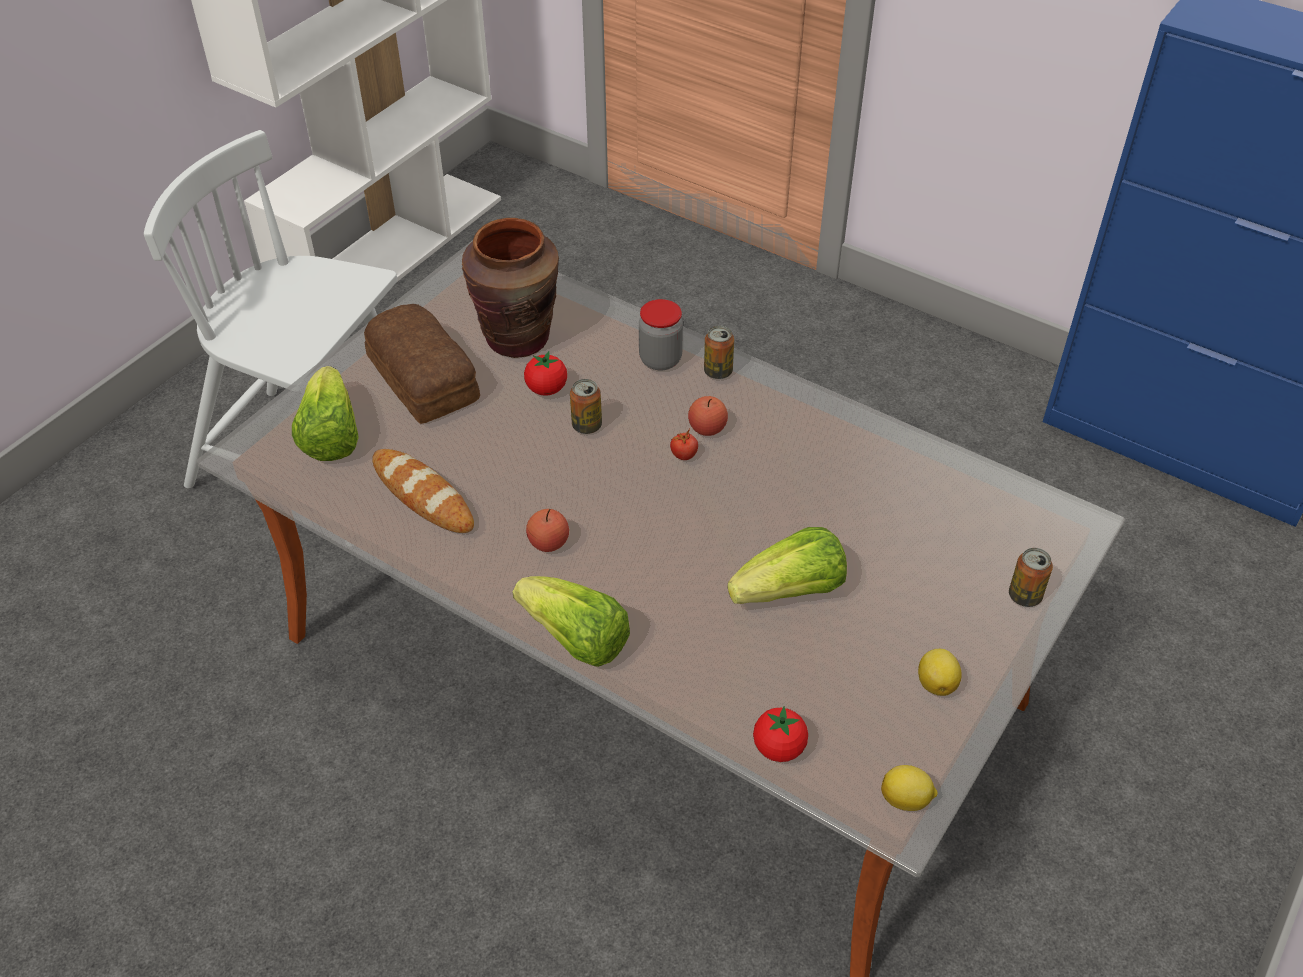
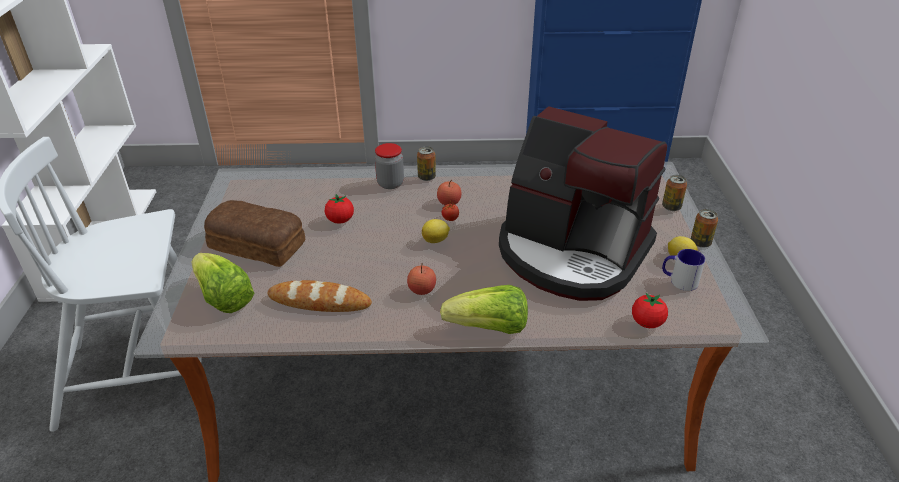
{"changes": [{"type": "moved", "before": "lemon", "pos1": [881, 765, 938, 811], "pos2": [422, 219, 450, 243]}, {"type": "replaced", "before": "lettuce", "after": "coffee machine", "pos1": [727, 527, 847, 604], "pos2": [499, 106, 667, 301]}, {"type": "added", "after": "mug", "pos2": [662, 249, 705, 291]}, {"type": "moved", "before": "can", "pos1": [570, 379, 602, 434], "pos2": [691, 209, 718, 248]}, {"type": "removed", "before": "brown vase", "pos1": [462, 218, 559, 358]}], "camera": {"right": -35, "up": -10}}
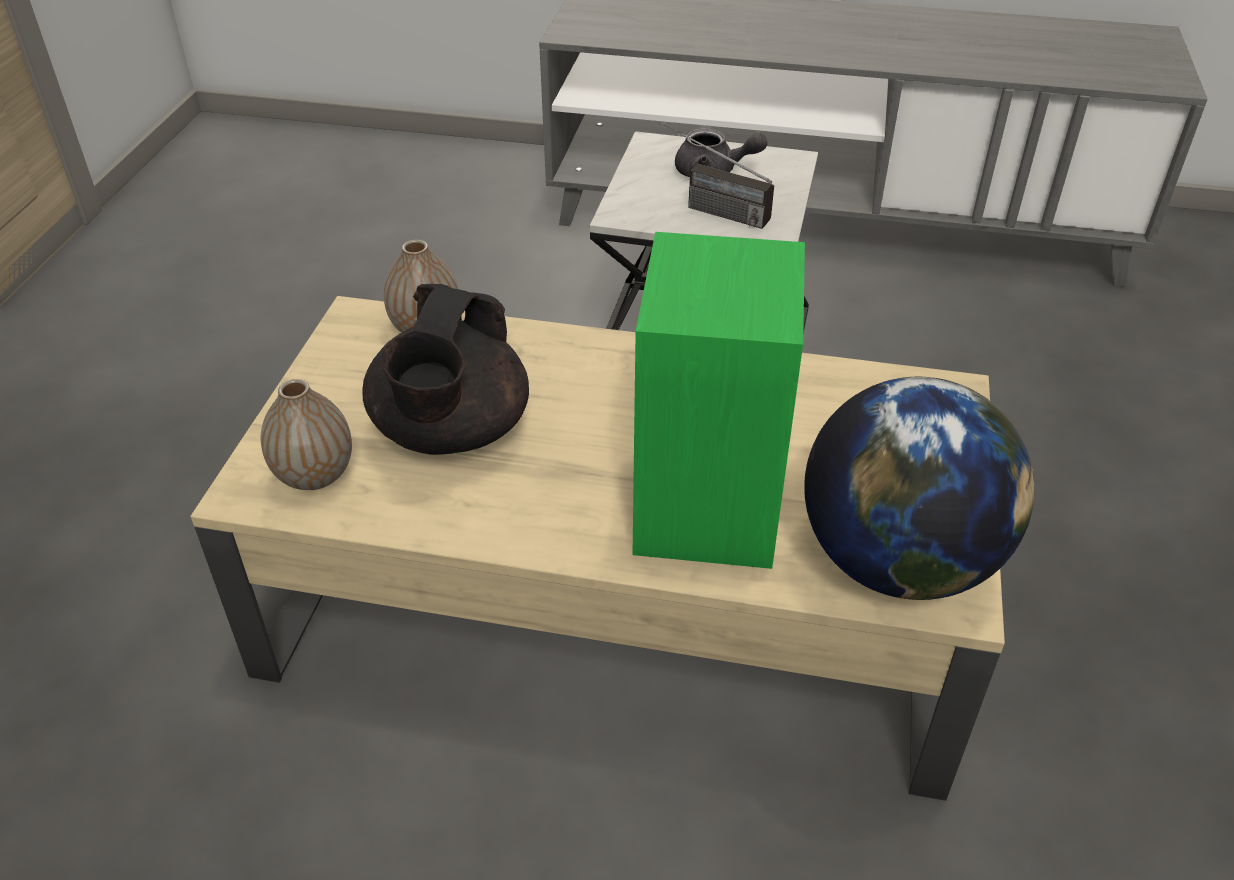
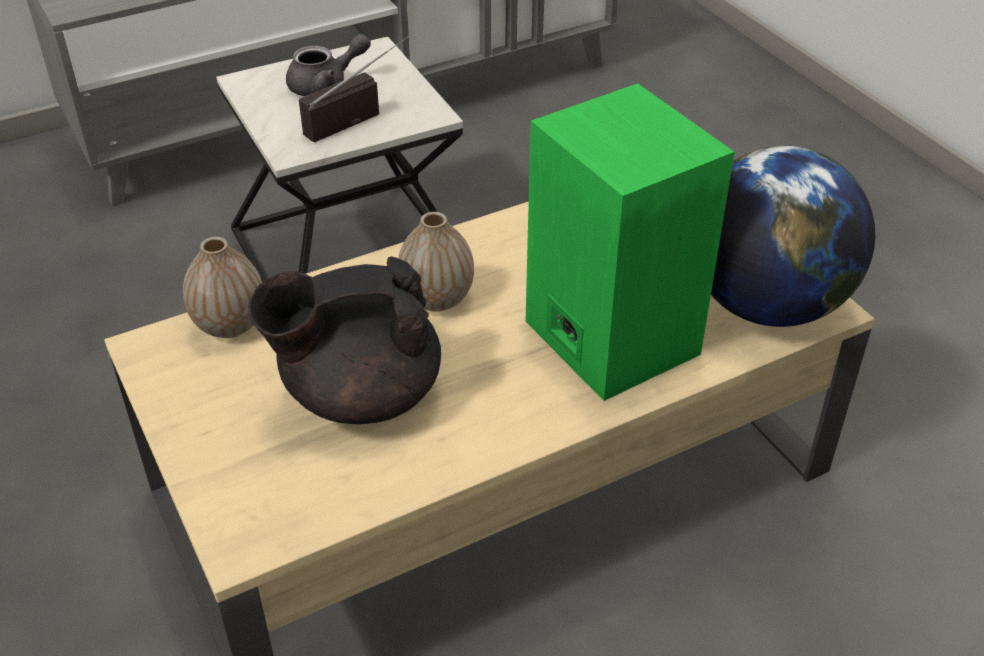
{"changes": [{"type": "turned", "before": "black teapot", "pos1": [362, 284, 529, 455], "pos2": [248, 256, 441, 424], "turn": 105}, {"type": "turned", "before": "radio", "pos1": [659, 121, 774, 229], "pos2": [299, 36, 409, 143], "turn": 150}, {"type": "moved", "before": "vase", "pos1": [261, 379, 352, 490], "pos2": [398, 212, 474, 312]}], "camera": {"right": -40, "up": 0}}
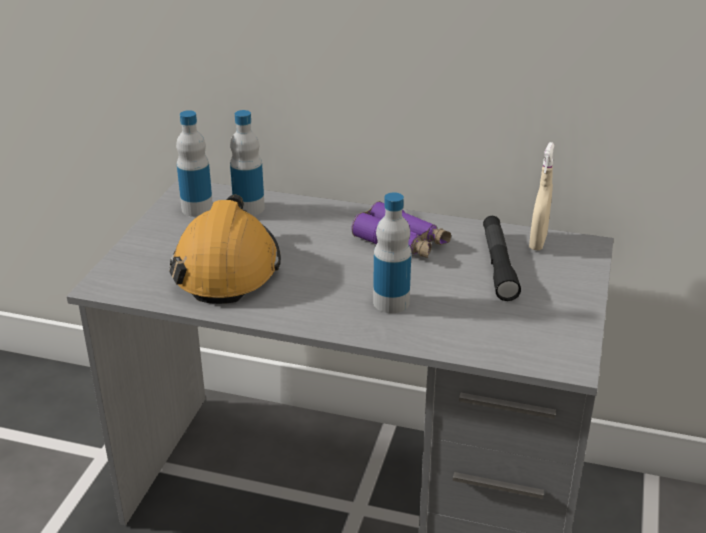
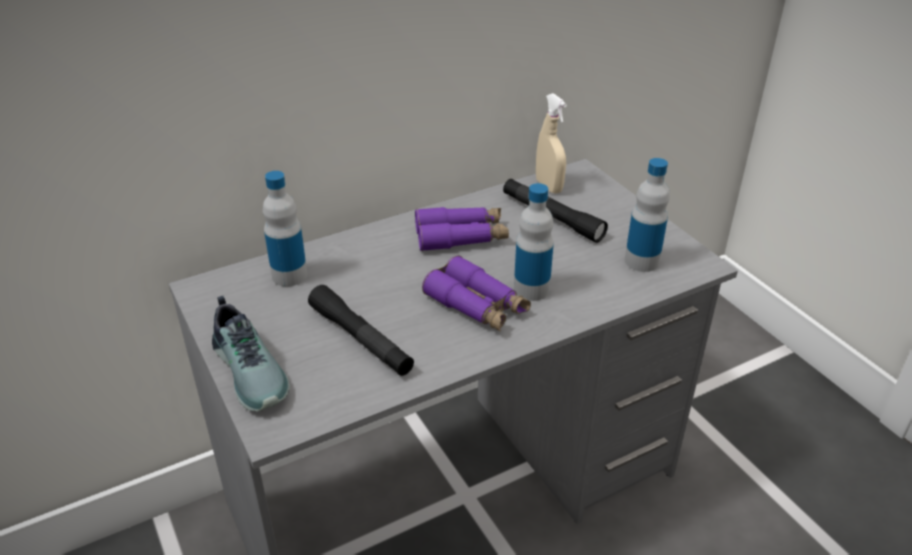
{"changes": [{"type": "added", "after": "shoe", "pos2": [212, 296, 290, 412]}, {"type": "replaced", "before": "orange hard hat", "after": "black flashlight", "pos1": [169, 195, 281, 304], "pos2": [308, 285, 414, 376]}, {"type": "added", "after": "purple binoculars", "pos2": [422, 255, 531, 332]}, {"type": "moved", "before": "bottle", "pos1": [176, 110, 213, 217], "pos2": [625, 158, 670, 272]}], "camera": {"right": -45, "up": 5}}
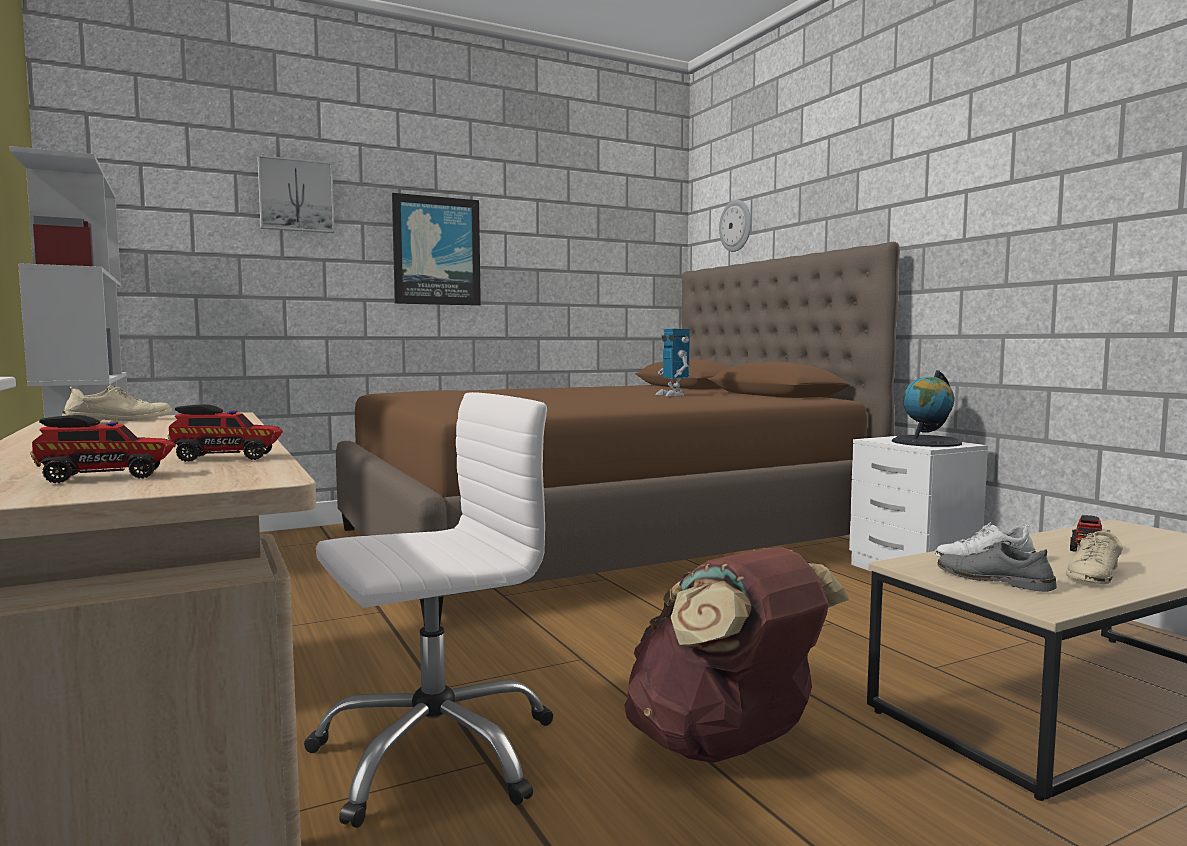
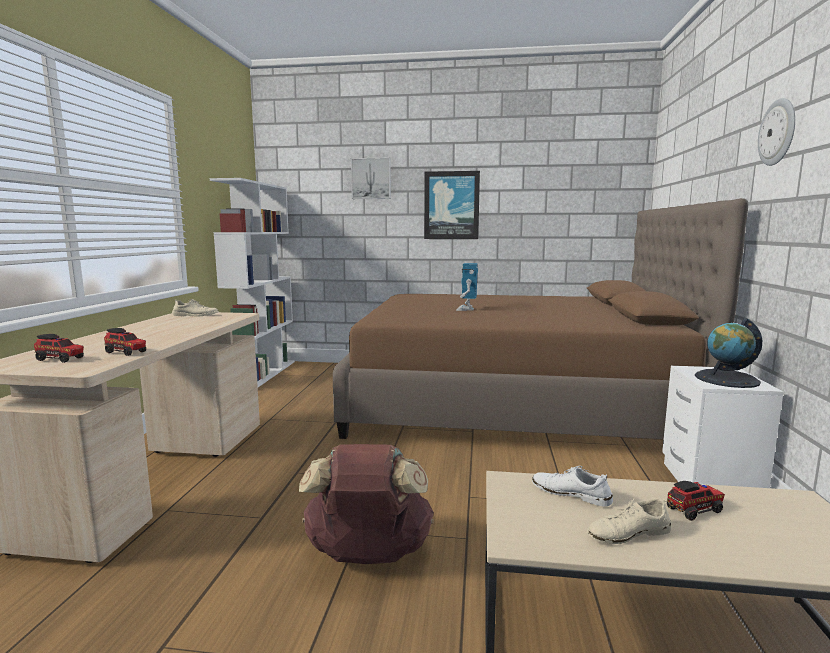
{"changes": [{"type": "moved", "before": "toy robot", "pos1": [655, 329, 690, 396], "pos2": [456, 263, 478, 311]}, {"type": "moved", "before": "wall clock", "pos1": [719, 200, 751, 252], "pos2": [758, 98, 795, 166]}, {"type": "removed", "before": "white office chair", "pos1": [304, 392, 554, 828]}, {"type": "removed", "before": "grey shoe", "pos1": [937, 541, 1057, 592]}], "camera": {"right": 35, "up": 5}}
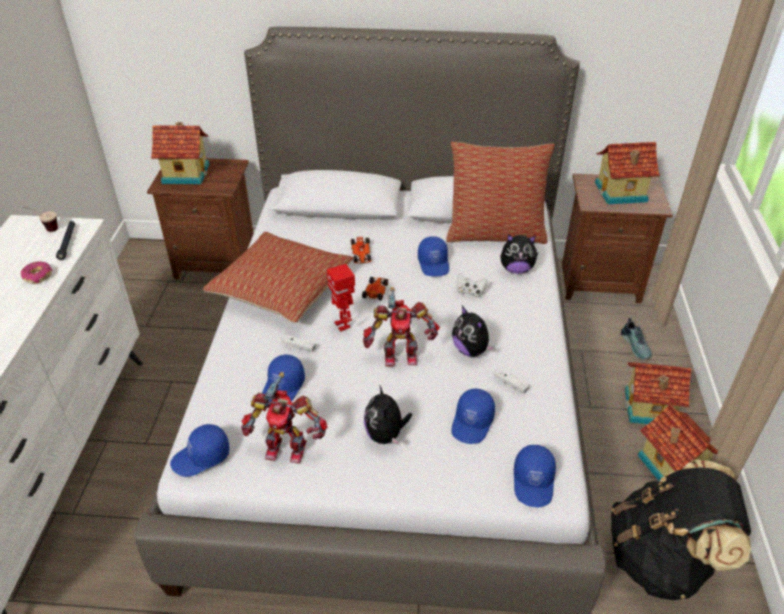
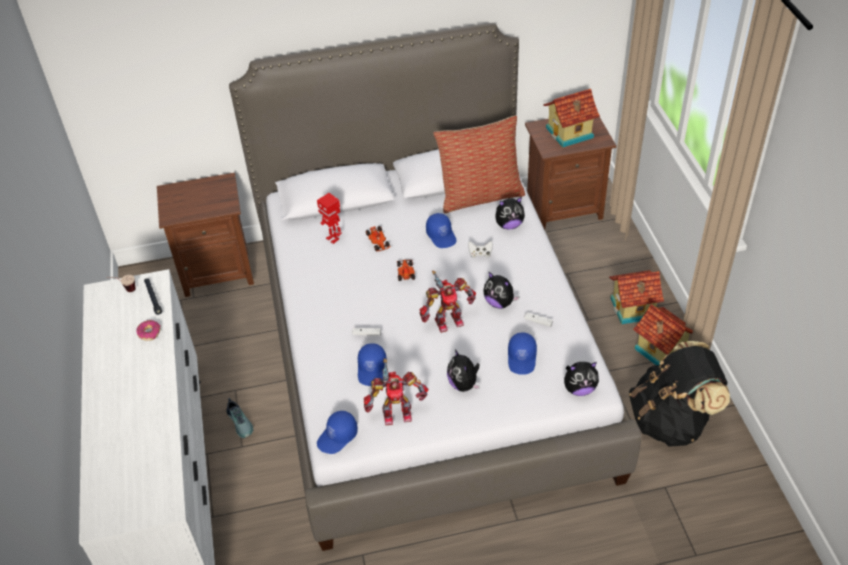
{"changes": [{"type": "moved", "before": "shoe", "pos1": [621, 318, 652, 359], "pos2": [227, 398, 253, 438]}, {"type": "moved", "before": "toy robot", "pos1": [327, 264, 355, 332], "pos2": [317, 193, 342, 244]}, {"type": "replaced", "before": "blue cap", "after": "plush toy", "pos1": [514, 445, 556, 507], "pos2": [564, 362, 599, 396]}, {"type": "removed", "before": "toy house", "pos1": [151, 122, 209, 184]}, {"type": "removed", "before": "pillow", "pos1": [202, 232, 353, 323]}], "camera": {"right": -15, "up": 5}}
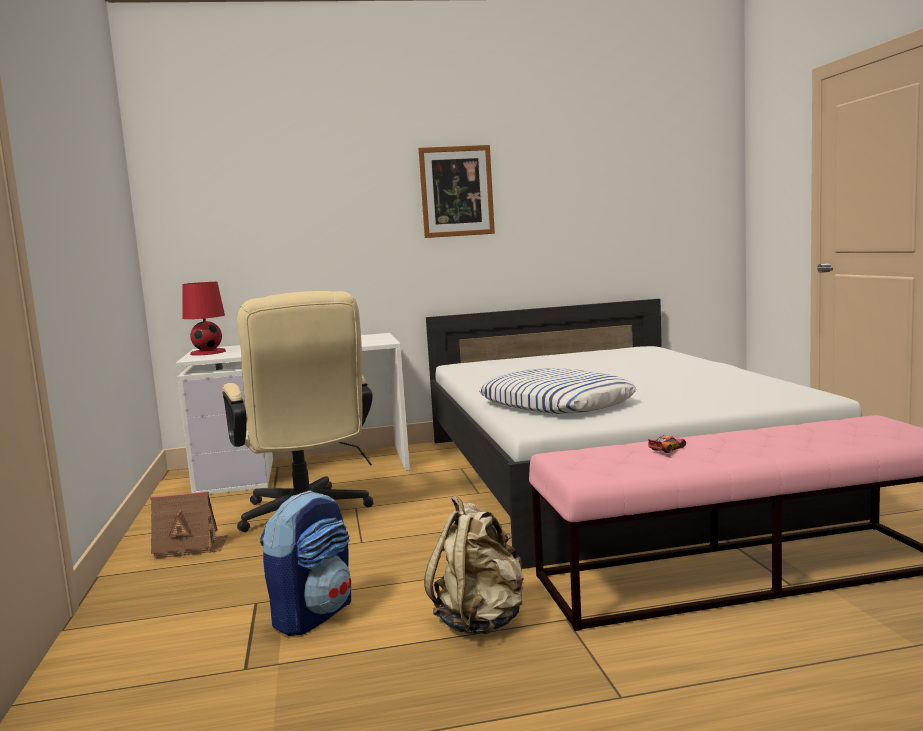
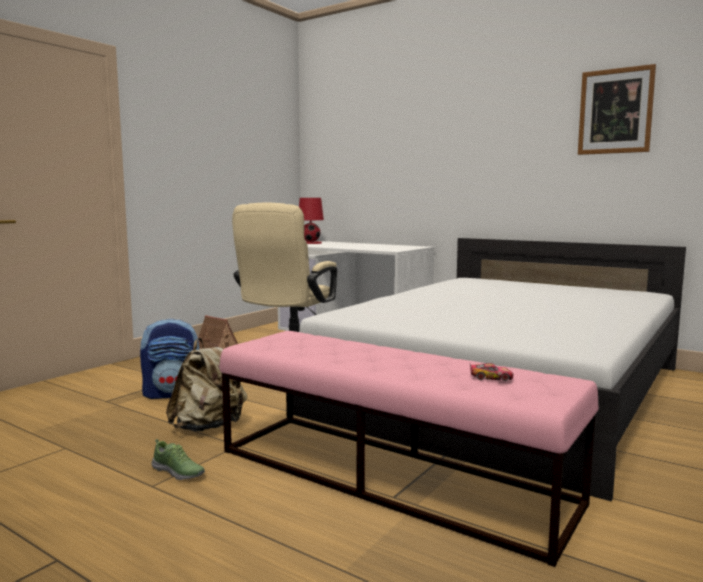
{"changes": [{"type": "added", "after": "shoe", "pos2": [151, 439, 205, 480]}, {"type": "moved", "before": "toy car", "pos1": [648, 435, 686, 453], "pos2": [470, 363, 513, 381]}, {"type": "moved", "before": "picture", "pos1": [419, 145, 495, 238], "pos2": [578, 64, 656, 155]}, {"type": "removed", "before": "pillow", "pos1": [479, 368, 636, 414]}], "camera": {"right": 45, "up": 0}}
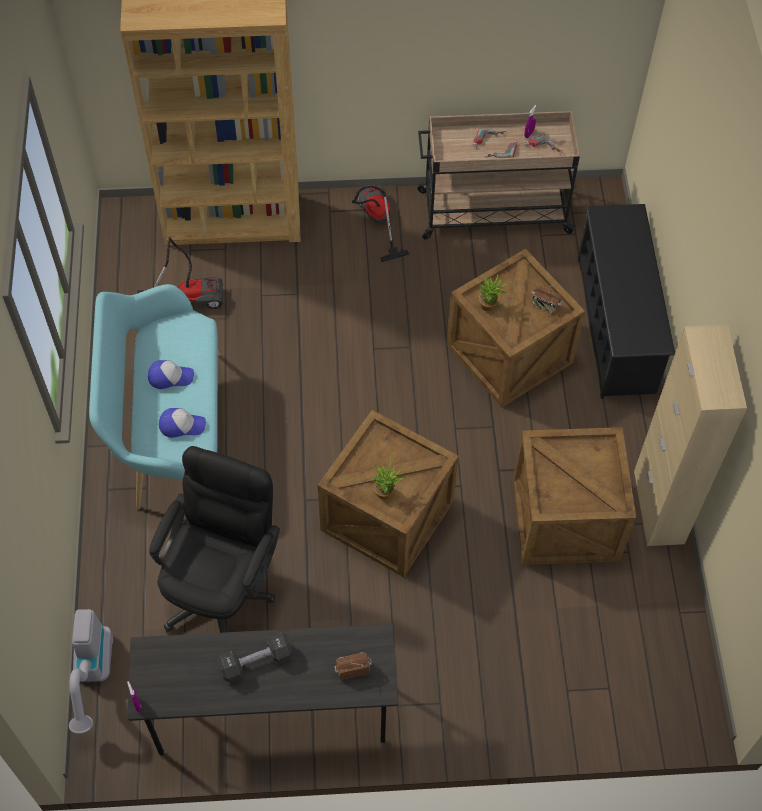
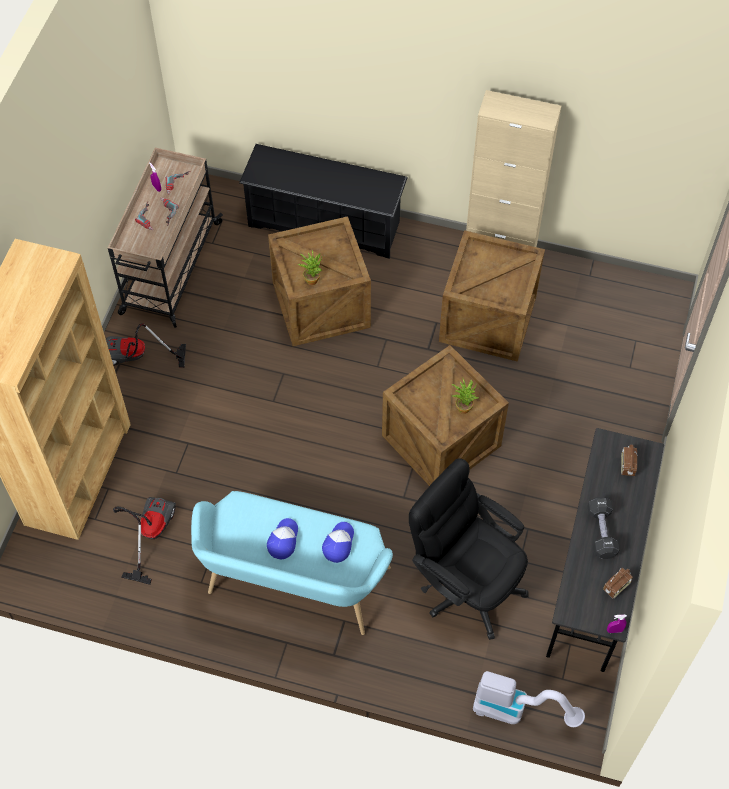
{"changes": [{"type": "moved", "before": "radio", "pos1": [531, 285, 562, 313], "pos2": [603, 567, 633, 599]}], "camera": {"right": -70, "up": 0}}
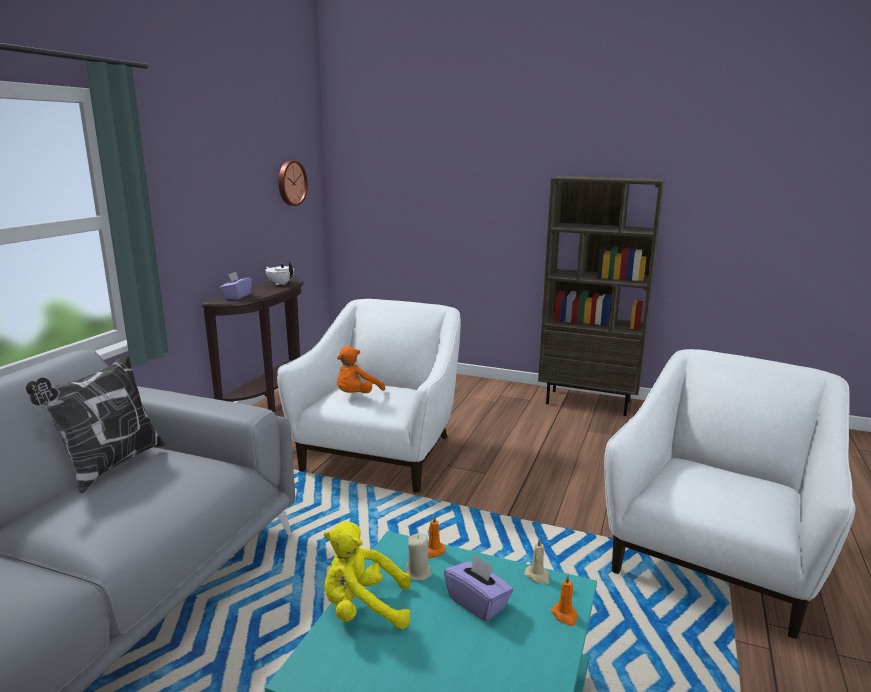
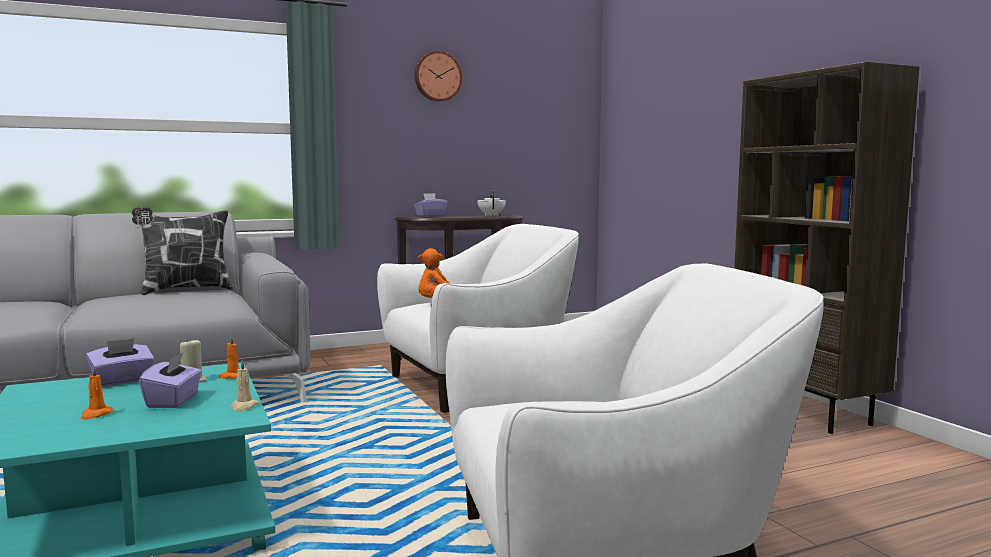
{"changes": [{"type": "moved", "before": "orange candle", "pos1": [551, 574, 578, 626], "pos2": [81, 365, 113, 419]}, {"type": "replaced", "before": "yellow plush toy", "after": "purple tissue box", "pos1": [324, 522, 411, 629], "pos2": [86, 338, 155, 387]}, {"type": "moved", "before": "wall clock", "pos1": [278, 160, 308, 206], "pos2": [415, 51, 462, 102]}], "camera": {"right": 45, "up": -10}}
